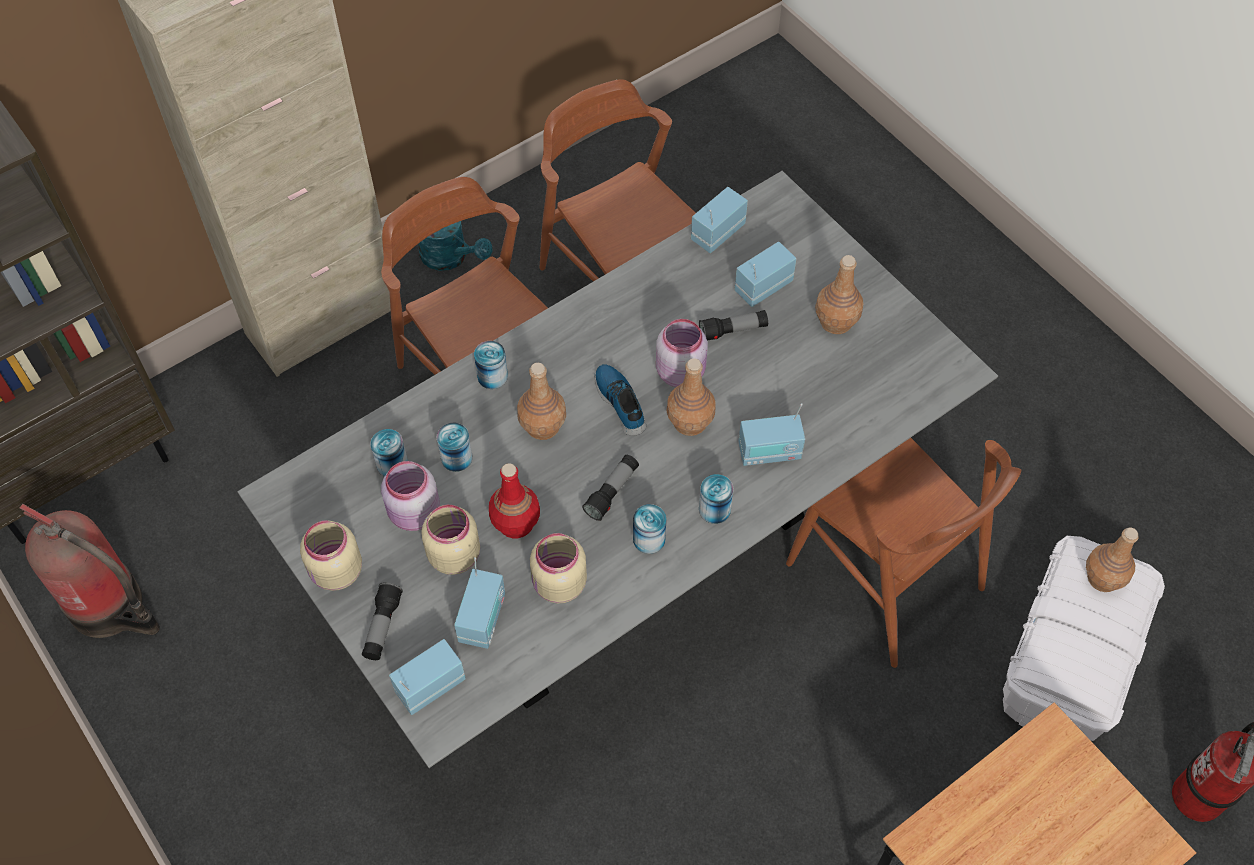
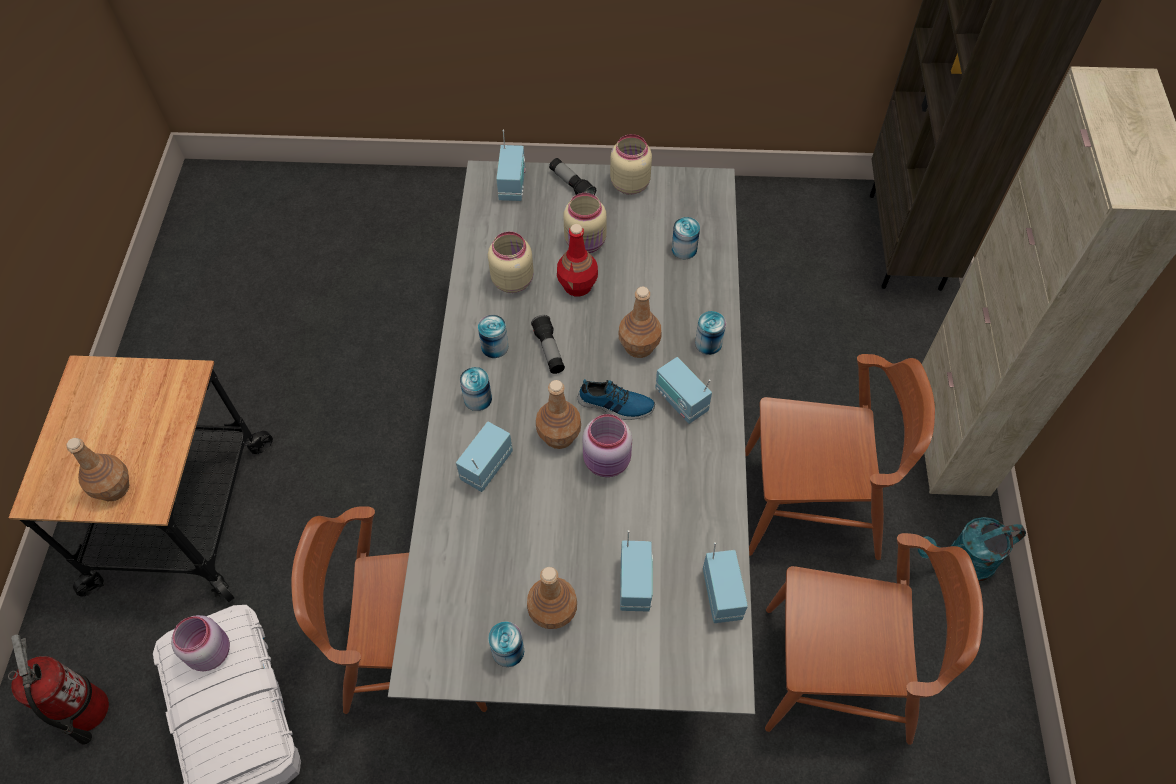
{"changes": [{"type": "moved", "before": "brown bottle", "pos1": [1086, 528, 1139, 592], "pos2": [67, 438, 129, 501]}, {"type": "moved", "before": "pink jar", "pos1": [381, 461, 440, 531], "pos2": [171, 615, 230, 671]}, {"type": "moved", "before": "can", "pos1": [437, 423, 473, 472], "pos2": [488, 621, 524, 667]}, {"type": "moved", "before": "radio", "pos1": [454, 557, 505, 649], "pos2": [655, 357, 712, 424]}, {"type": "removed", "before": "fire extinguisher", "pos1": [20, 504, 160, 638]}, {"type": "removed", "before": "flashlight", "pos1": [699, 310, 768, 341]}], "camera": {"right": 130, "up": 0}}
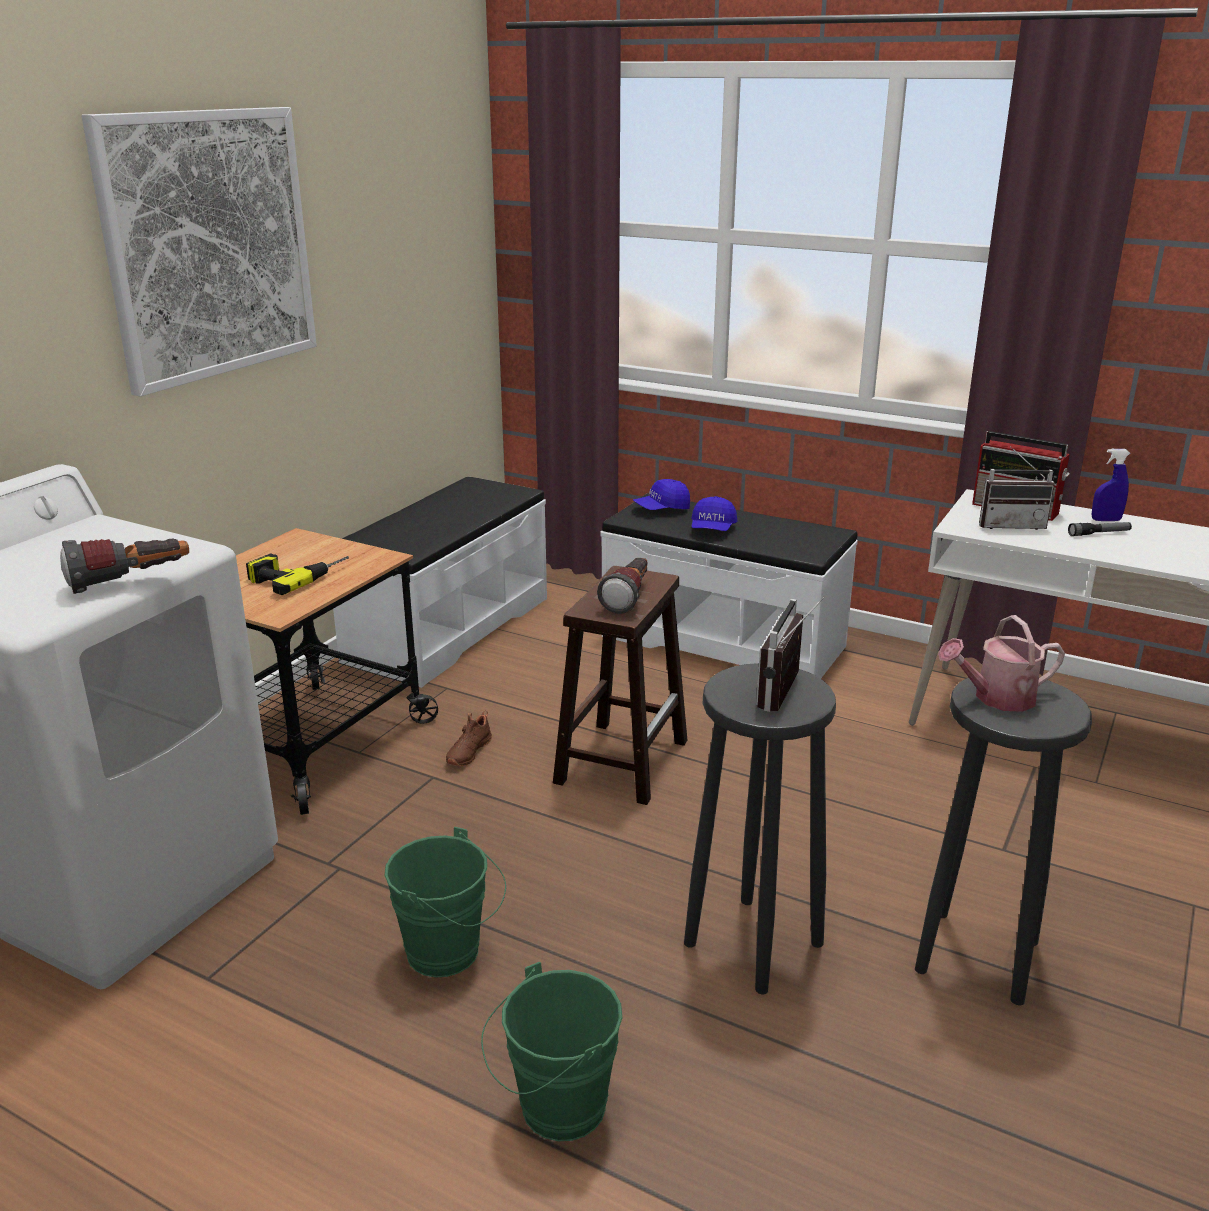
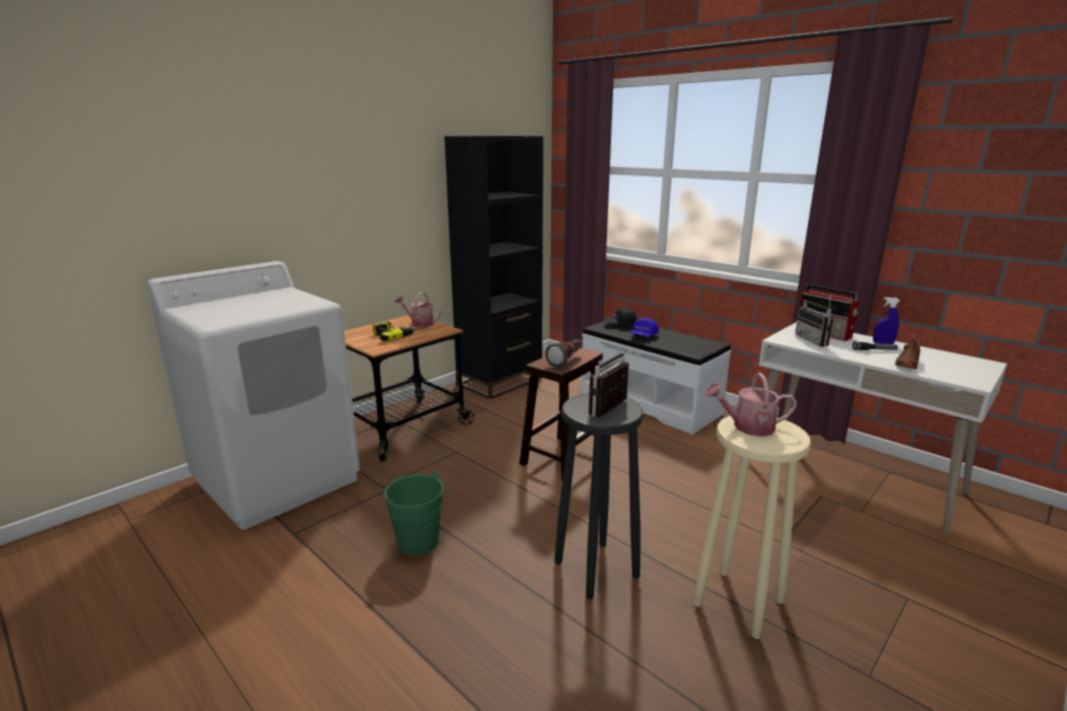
{"changes": [{"type": "added", "after": "watering can", "pos2": [395, 292, 441, 327]}, {"type": "replaced", "before": "white bench", "after": "black bookcase", "pos1": [333, 477, 547, 688], "pos2": [444, 136, 543, 399]}, {"type": "recoloured", "before": "blue cap", "after": "black cap", "pos1": [633, 479, 690, 510], "pos2": [603, 308, 637, 325]}, {"type": "recoloured", "before": "black stool", "after": "beige stool", "pos1": [915, 677, 1092, 1005], "pos2": [693, 416, 811, 639]}, {"type": "turned", "before": "radio", "pos1": [979, 446, 1054, 530], "pos2": [795, 293, 834, 347], "turn": 60}, {"type": "moved", "before": "brown shoe", "pos1": [446, 711, 492, 766], "pos2": [895, 335, 920, 369]}, {"type": "removed", "before": "flashlight", "pos1": [60, 538, 189, 594]}, {"type": "removed", "before": "picture", "pos1": [81, 107, 317, 397]}, {"type": "removed", "before": "green bucket", "pos1": [481, 962, 622, 1141]}], "camera": {"right": 15, "up": -5}}
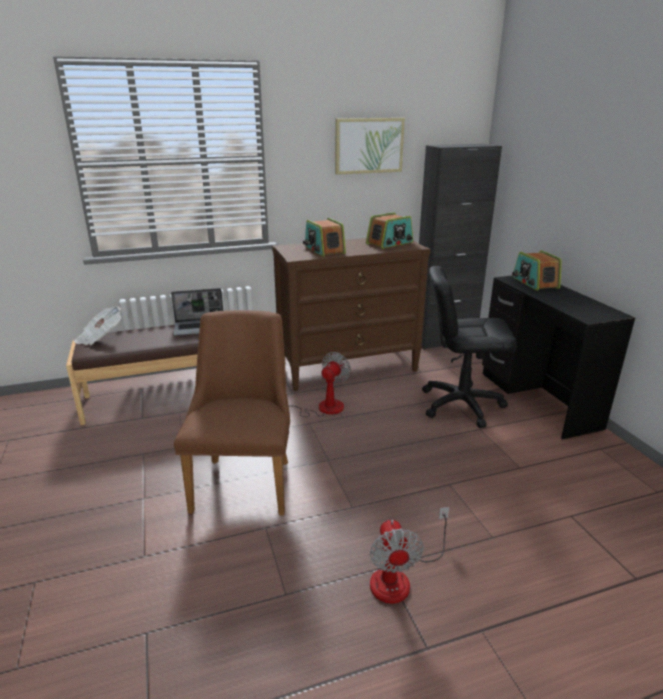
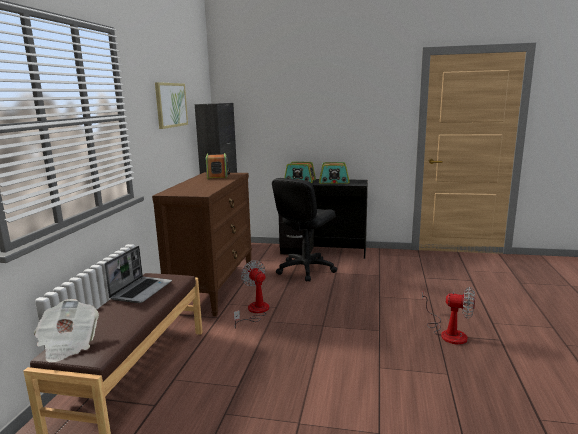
{"changes": [{"type": "moved", "before": "radio", "pos1": [303, 218, 346, 257], "pos2": [319, 162, 350, 184]}, {"type": "removed", "before": "brown chair", "pos1": [174, 310, 290, 515]}], "camera": {"right": -60, "up": -10}}
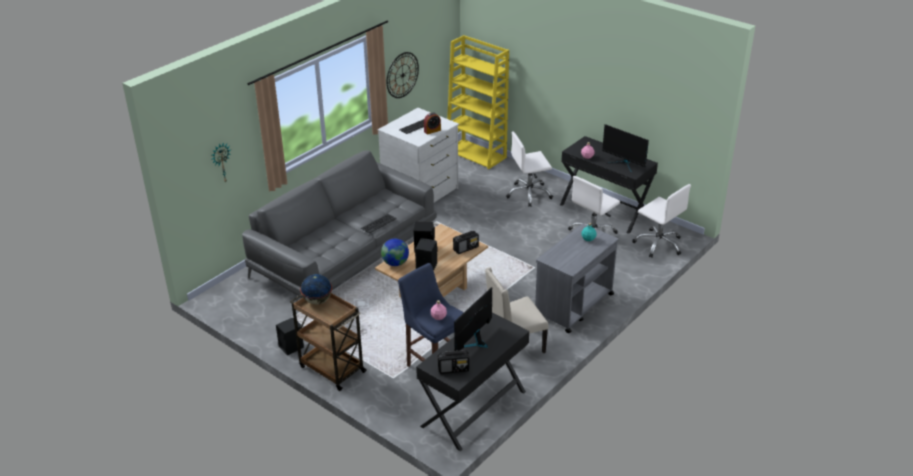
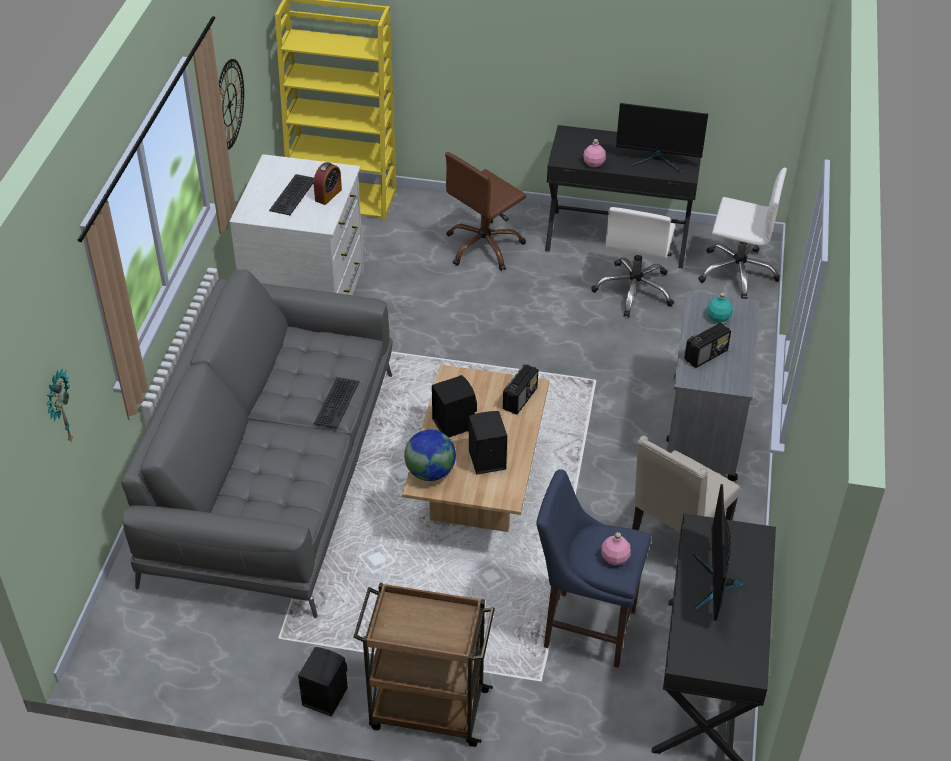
{"changes": [{"type": "recoloured", "before": "white office chair", "after": "brown office chair", "pos1": [506, 132, 553, 207], "pos2": [445, 152, 526, 271]}, {"type": "moved", "before": "radio", "pos1": [438, 350, 469, 374], "pos2": [684, 322, 731, 368]}, {"type": "removed", "before": "globe", "pos1": [300, 274, 332, 305]}], "camera": {"right": -30, "up": 10}}
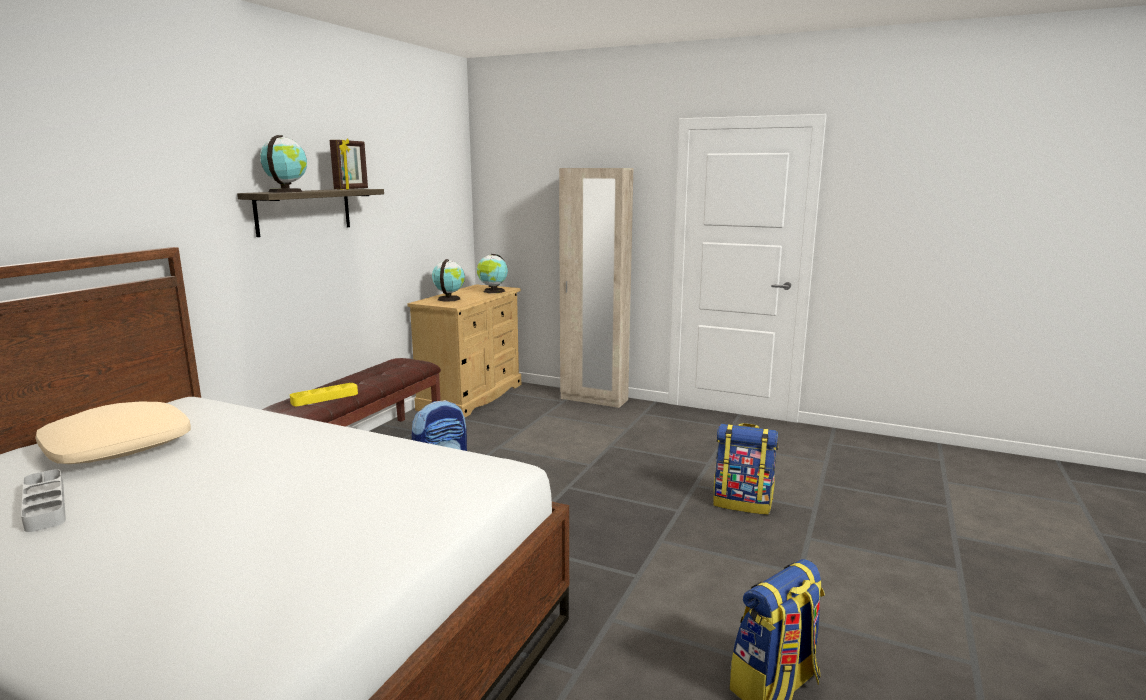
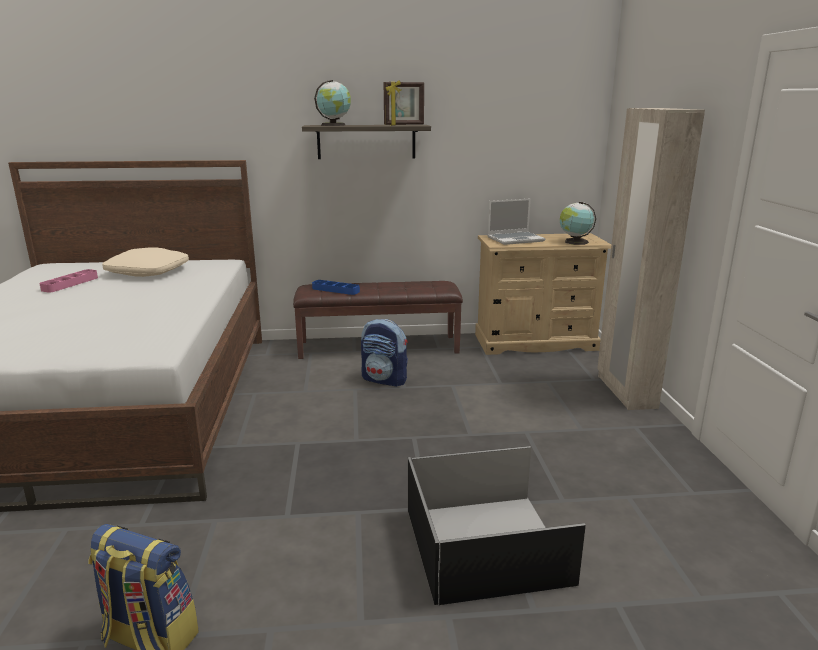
{"changes": [{"type": "recoloured", "before": "grey tray", "after": "pink tray", "pos1": [21, 469, 66, 532], "pos2": [39, 269, 98, 293]}, {"type": "recoloured", "before": "yellow tray", "after": "blue tray", "pos1": [290, 383, 358, 406], "pos2": [312, 280, 360, 295]}, {"type": "replaced", "before": "backpack", "after": "black storage box", "pos1": [713, 423, 778, 515], "pos2": [408, 446, 586, 605]}, {"type": "replaced", "before": "globe", "after": "laptop", "pos1": [432, 259, 465, 302], "pos2": [488, 198, 545, 245]}], "camera": {"right": 60, "up": 5}}
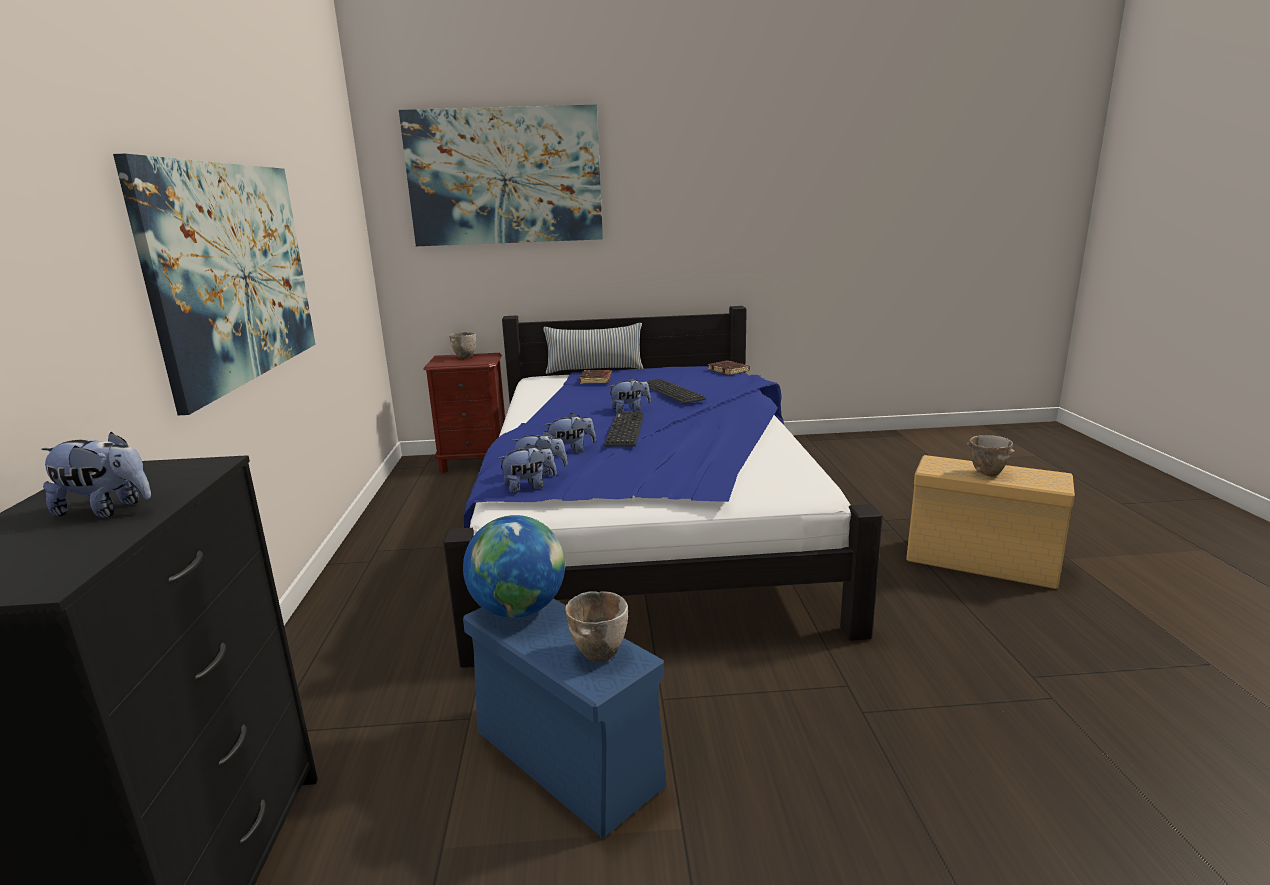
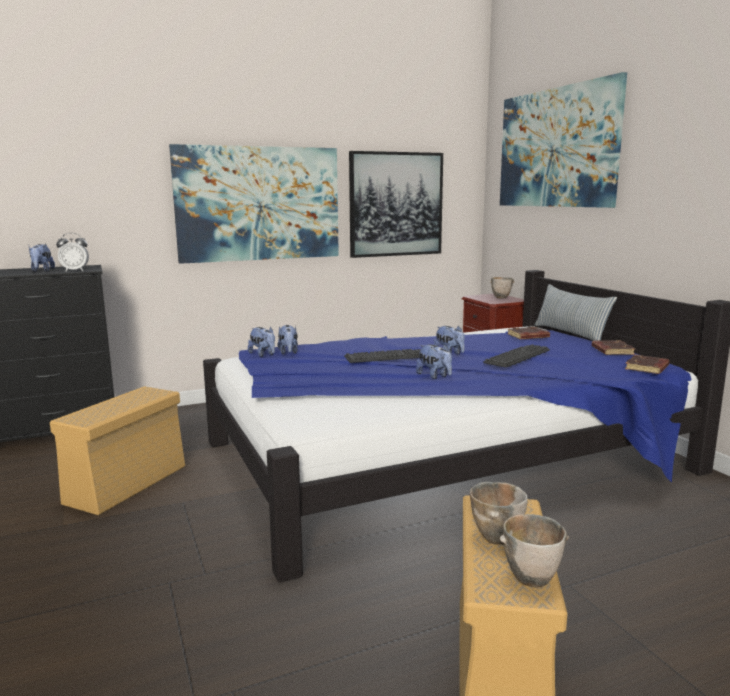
{"changes": [{"type": "recoloured", "before": "blue storage box", "after": "beige storage box", "pos1": [463, 599, 666, 837], "pos2": [50, 386, 185, 515]}, {"type": "added", "after": "alarm clock", "pos2": [56, 233, 89, 272]}, {"type": "added", "after": "picture", "pos2": [349, 151, 443, 258]}, {"type": "moved", "before": "plush toy", "pos1": [545, 413, 596, 453], "pos2": [416, 344, 452, 379]}, {"type": "moved", "before": "bowl", "pos1": [565, 591, 628, 662], "pos2": [500, 514, 569, 587]}, {"type": "added", "after": "brown book", "pos2": [592, 340, 635, 355]}, {"type": "removed", "before": "globe", "pos1": [463, 515, 565, 618]}], "camera": {"right": 70, "up": -5}}
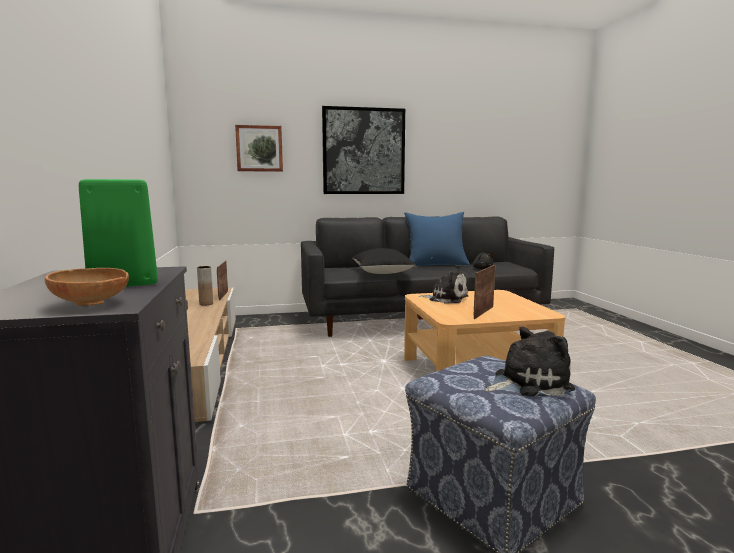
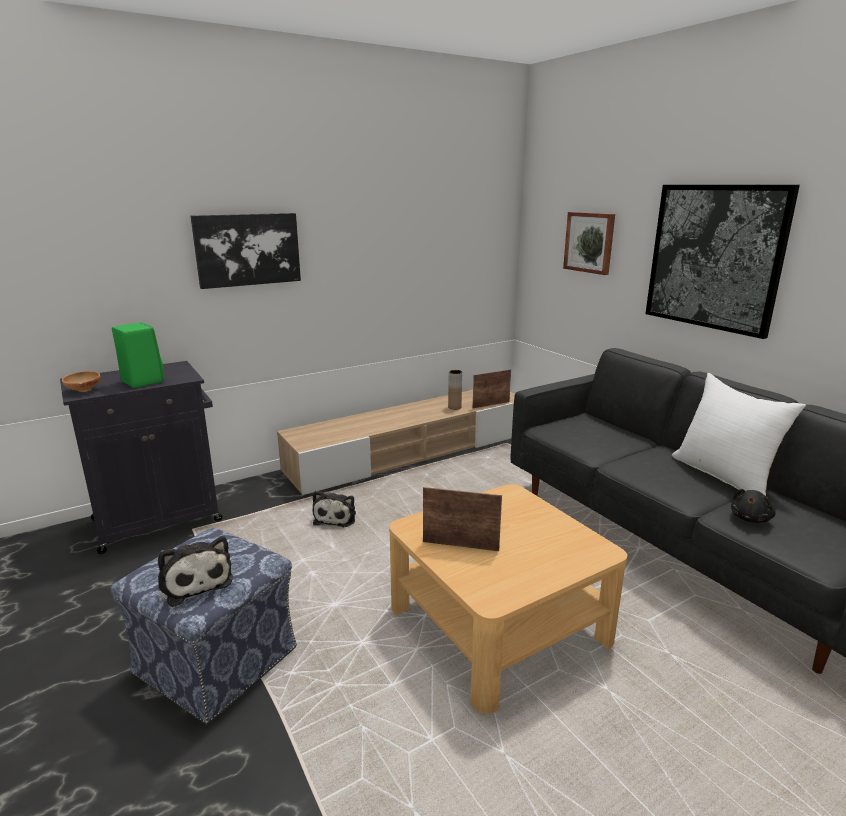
{"changes": [{"type": "added", "after": "picture", "pos2": [191, 213, 301, 289]}, {"type": "moved", "before": "plush toy", "pos1": [418, 270, 469, 304], "pos2": [313, 491, 356, 527]}, {"type": "recoloured", "before": "blue pillow", "after": "white pillow", "pos1": [404, 212, 470, 266], "pos2": [672, 373, 806, 496]}, {"type": "removed", "before": "black pillow", "pos1": [352, 248, 416, 274]}], "camera": {"right": 70, "up": 10}}
